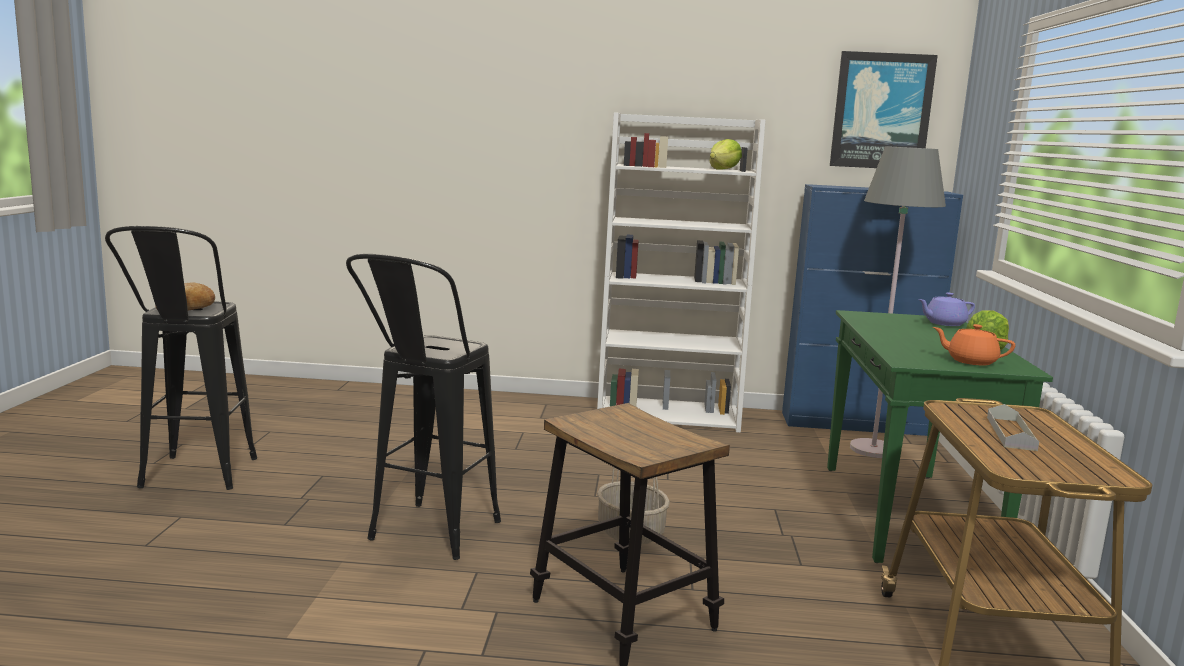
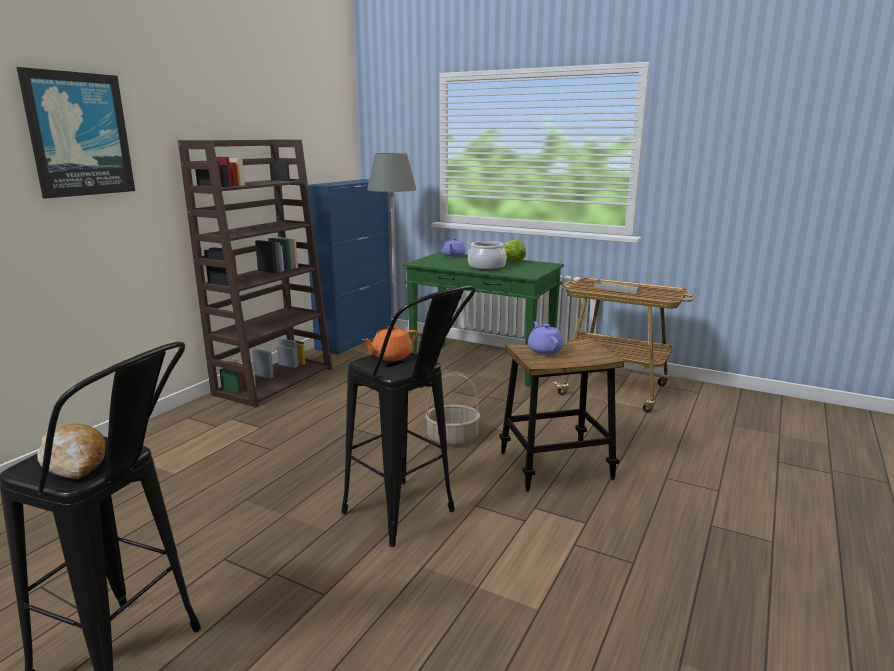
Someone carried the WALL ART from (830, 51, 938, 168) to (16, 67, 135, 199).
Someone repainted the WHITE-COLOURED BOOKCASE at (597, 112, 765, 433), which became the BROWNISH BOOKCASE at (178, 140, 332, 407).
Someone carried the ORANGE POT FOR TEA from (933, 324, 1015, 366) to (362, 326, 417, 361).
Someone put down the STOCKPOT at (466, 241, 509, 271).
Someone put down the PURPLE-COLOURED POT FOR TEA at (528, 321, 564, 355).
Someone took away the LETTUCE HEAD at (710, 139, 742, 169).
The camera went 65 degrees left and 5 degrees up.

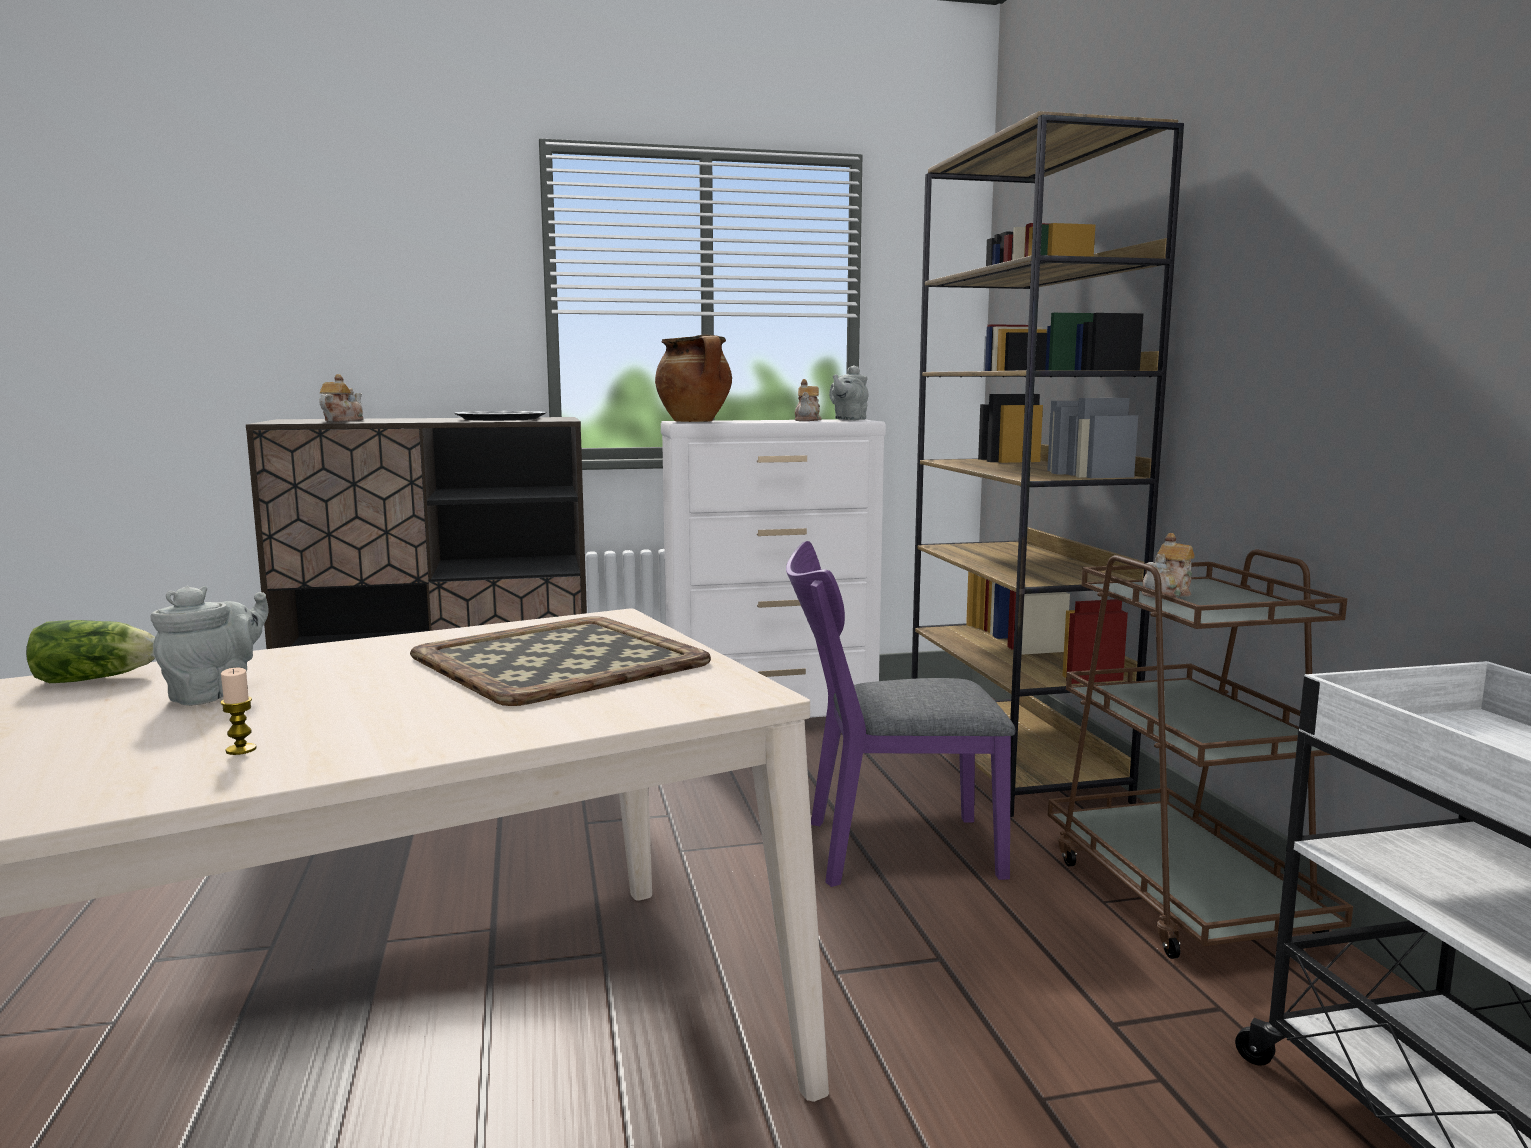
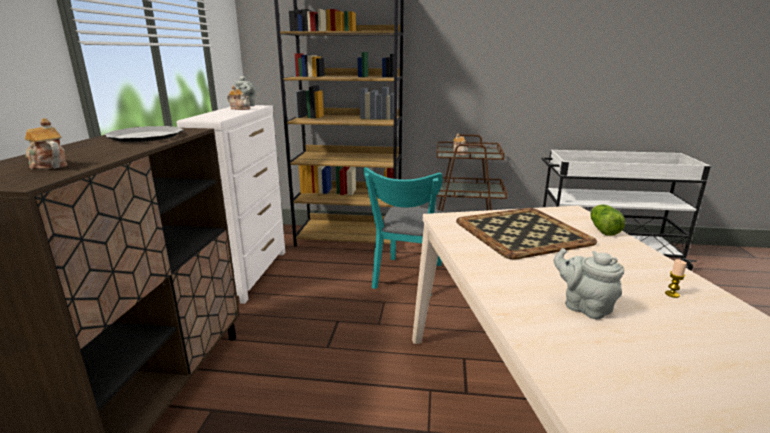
Someone repainted the PURPLE-COLOURED UPRIGHT CHAIR at (786, 541, 1015, 887), which became the TURQUOISE-COLOURED UPRIGHT CHAIR at (363, 167, 444, 289).
Someone carried the LETTUCE HEAD from (26, 620, 155, 683) to (591, 204, 625, 236).
Someone took away the STOCKPOT at (655, 334, 732, 422).
The camera went 70 degrees left and 10 degrees up.

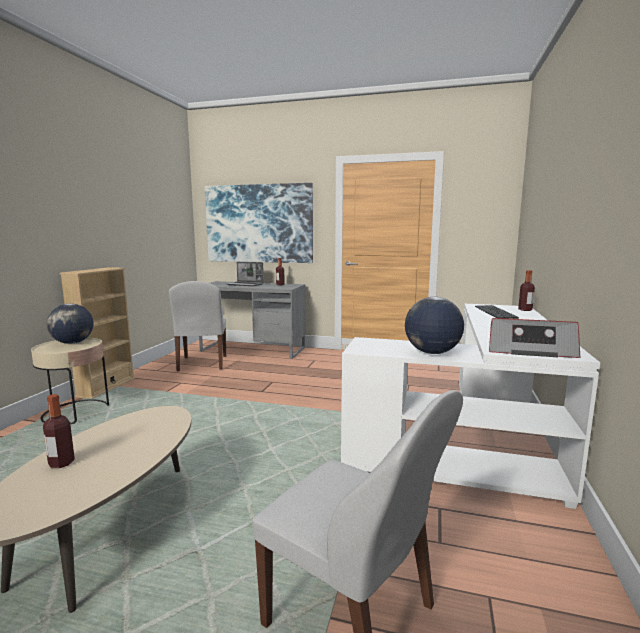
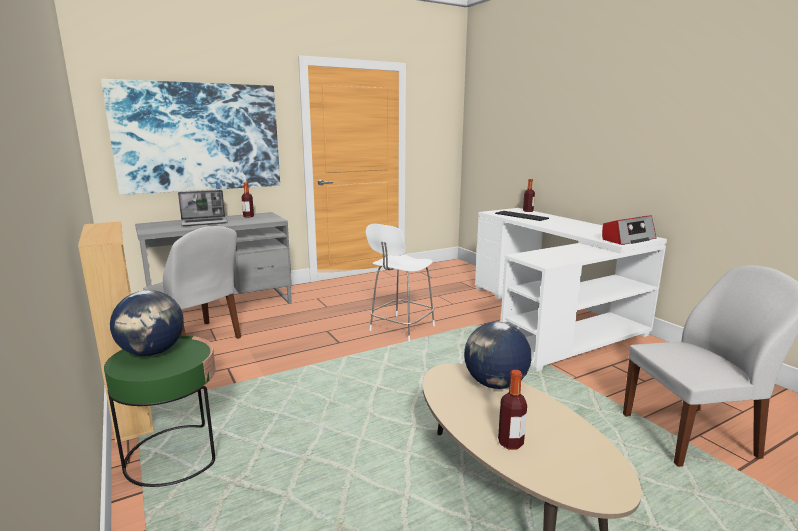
Someone repainted the BEIGE SIDE TABLE at (31, 338, 109, 424), which became the GREEN SIDE TABLE at (104, 335, 216, 487).
Someone put down the WHITE-COLOURED UPRIGHT CHAIR at (366, 224, 435, 342).
Someone carried the DESK GLOBE from (405, 297, 464, 354) to (464, 322, 531, 389).
The camera went 45 degrees left and 5 degrees up.

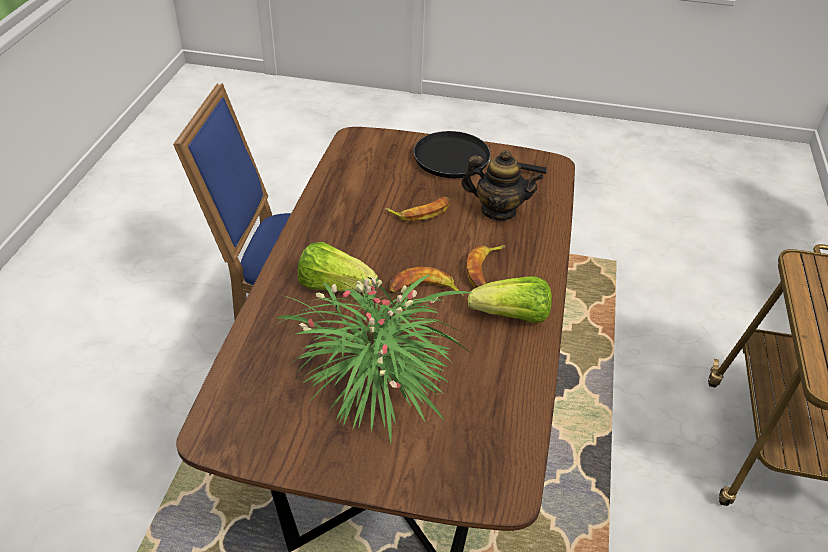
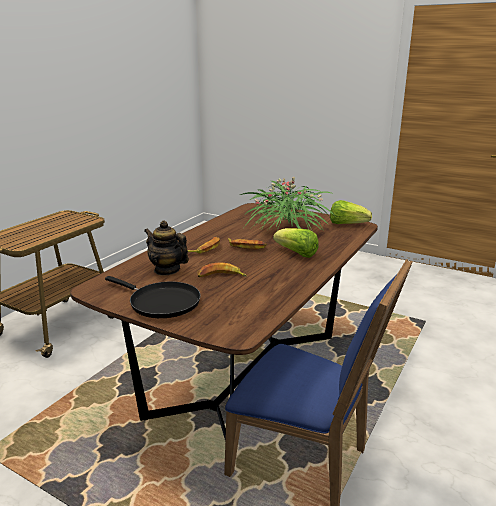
Someone carried the LETTUCE HEAD from (467, 276, 552, 323) to (330, 200, 372, 224).
The camera went 160 degrees left and 20 degrees down.

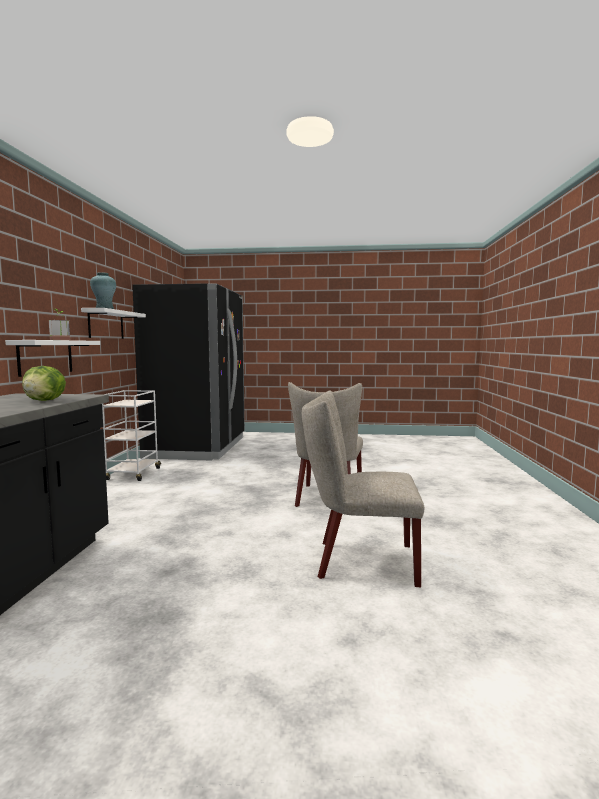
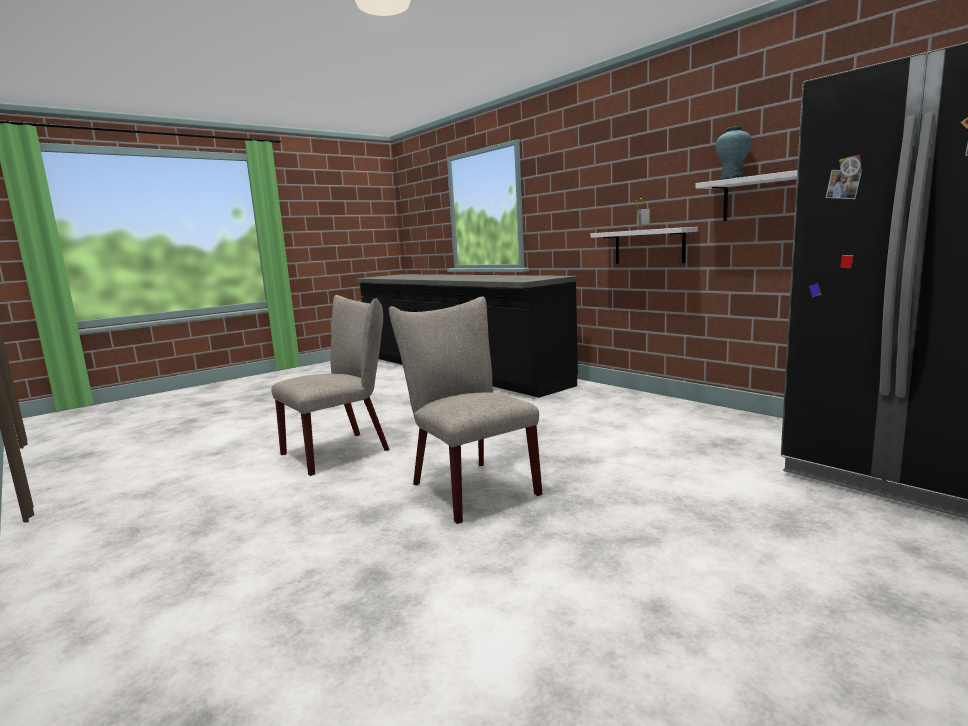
Someone took away the LETTUCE HEAD at (22, 366, 66, 401).
Someone took away the WHITE-COLOURED TROLLEY at (102, 390, 161, 481).
The camera went 135 degrees right and 5 degrees up.

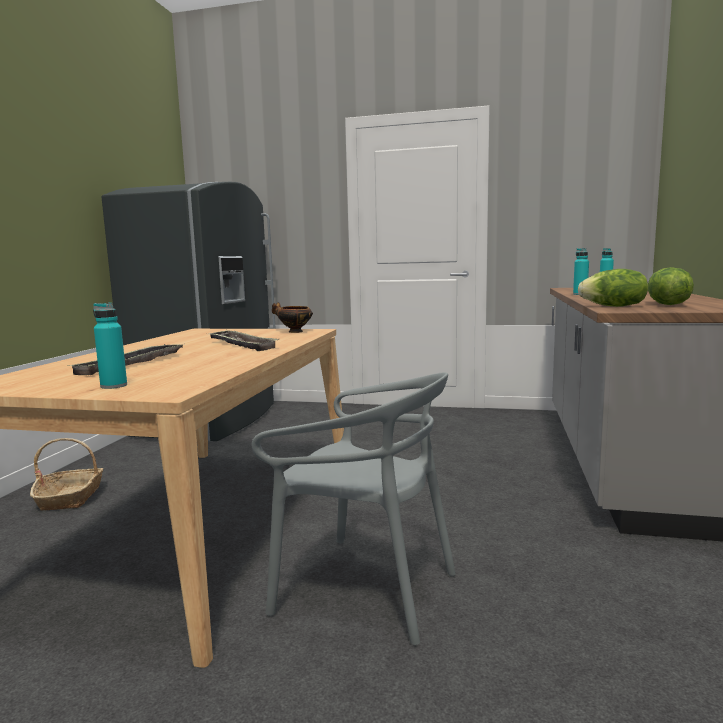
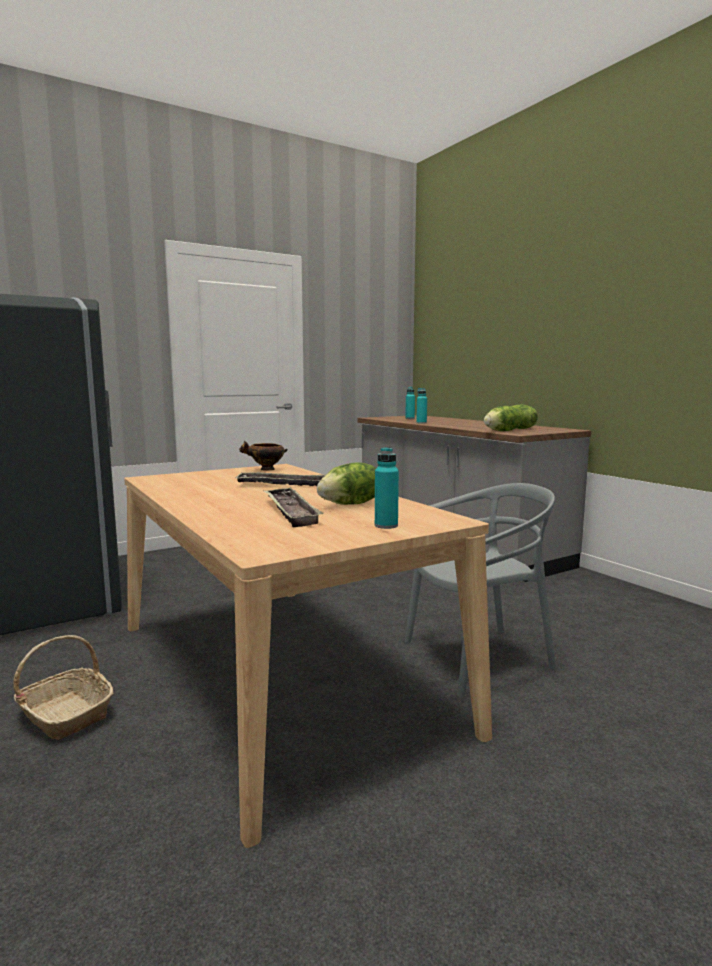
Someone put down the LETTUCE HEAD at (317, 462, 376, 505).
The camera went 45 degrees left and 0 degrees up.

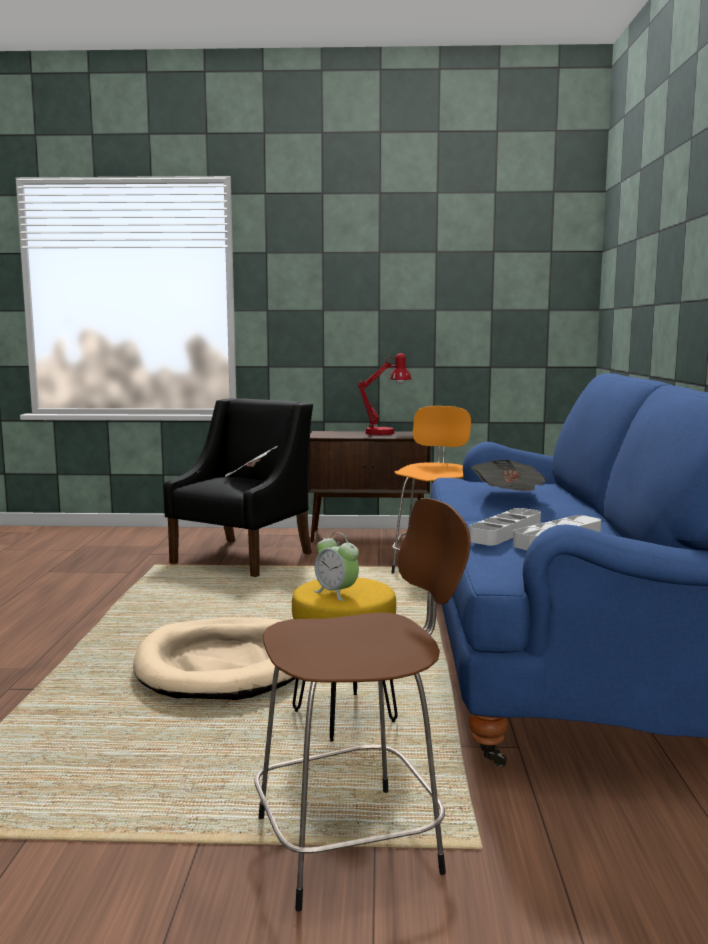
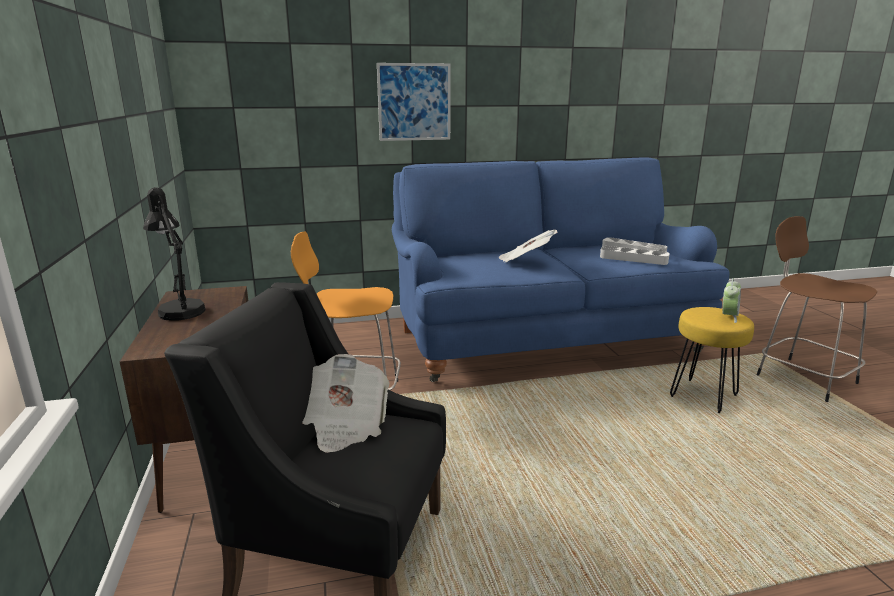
Someone repainted the RED TABLE LAMP at (358, 353, 411, 435), which became the BLACK-COLOURED TABLE LAMP at (143, 187, 206, 321).
Someone put up the WALL ART at (377, 63, 451, 141).
Someone took away the BEIGE DOG BED at (133, 617, 296, 700).
The camera went 105 degrees left and 10 degrees up.

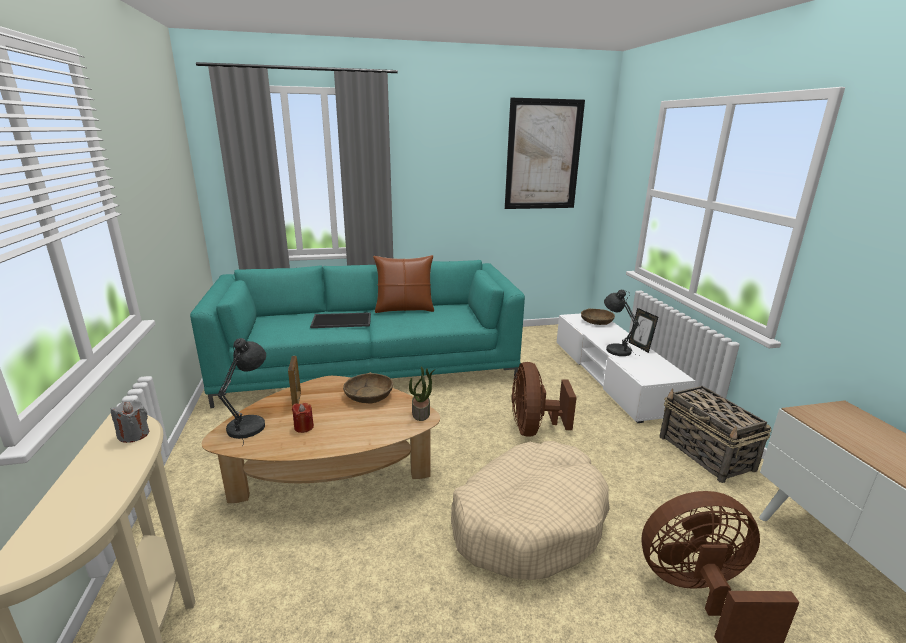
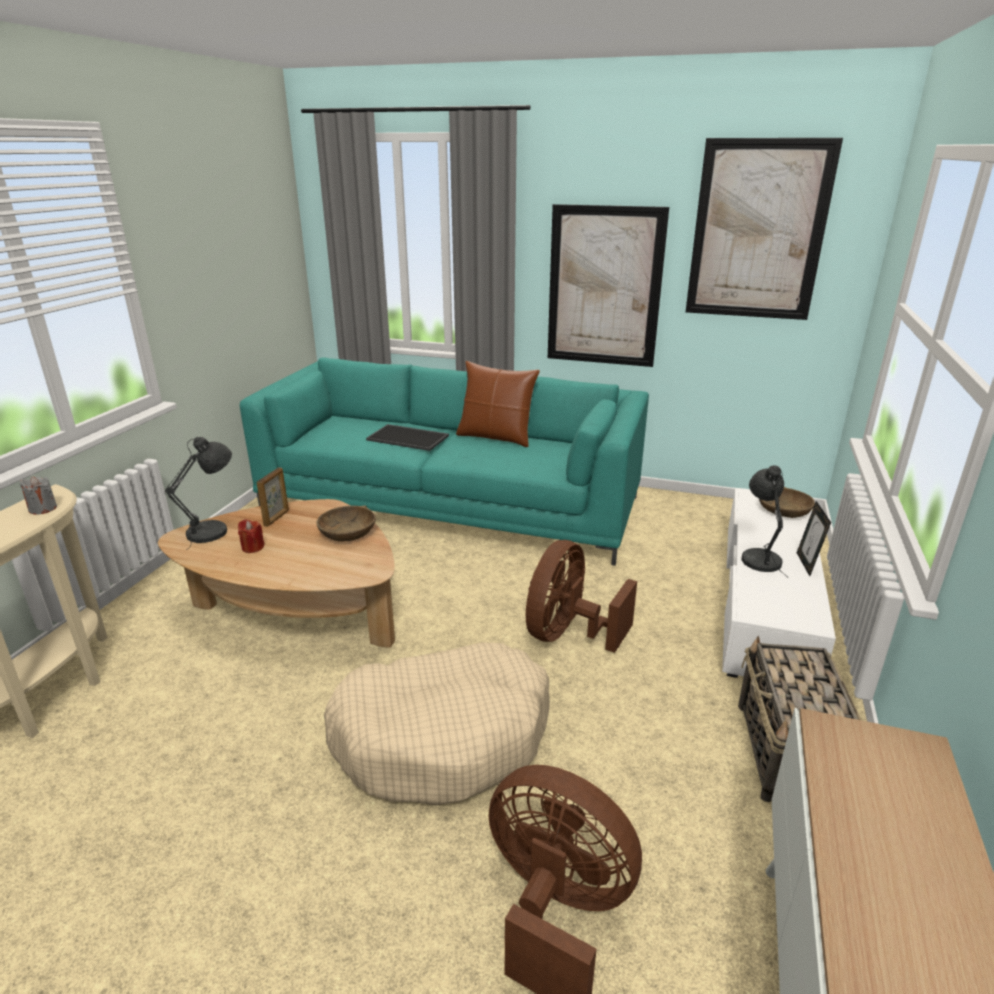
Someone put up the WALL ART at (548, 204, 669, 367).
Someone took away the PLANT IN A POT at (409, 367, 436, 421).
The camera went 30 degrees right and 5 degrees up.

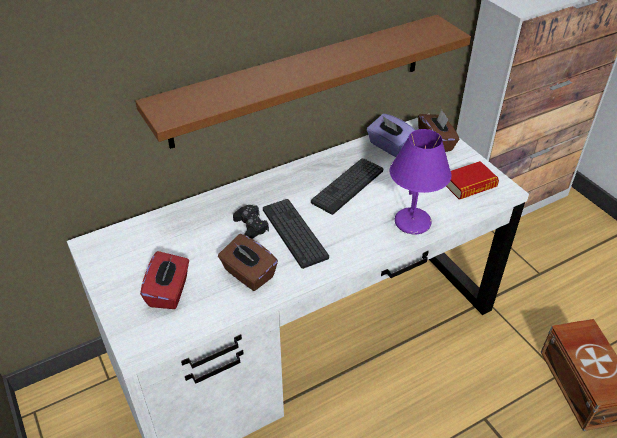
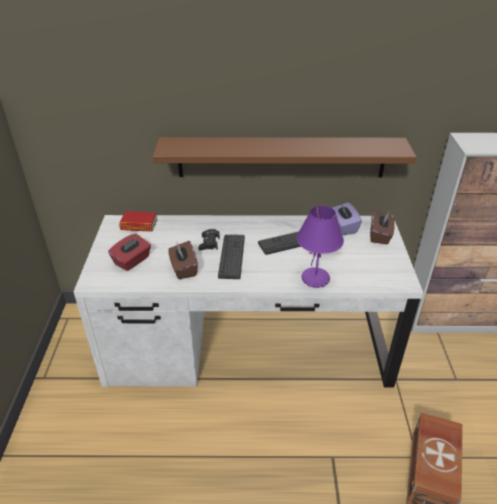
Someone carried the VOLUME from (446, 161, 499, 199) to (119, 211, 157, 232).
The camera went 30 degrees right and 5 degrees down.

